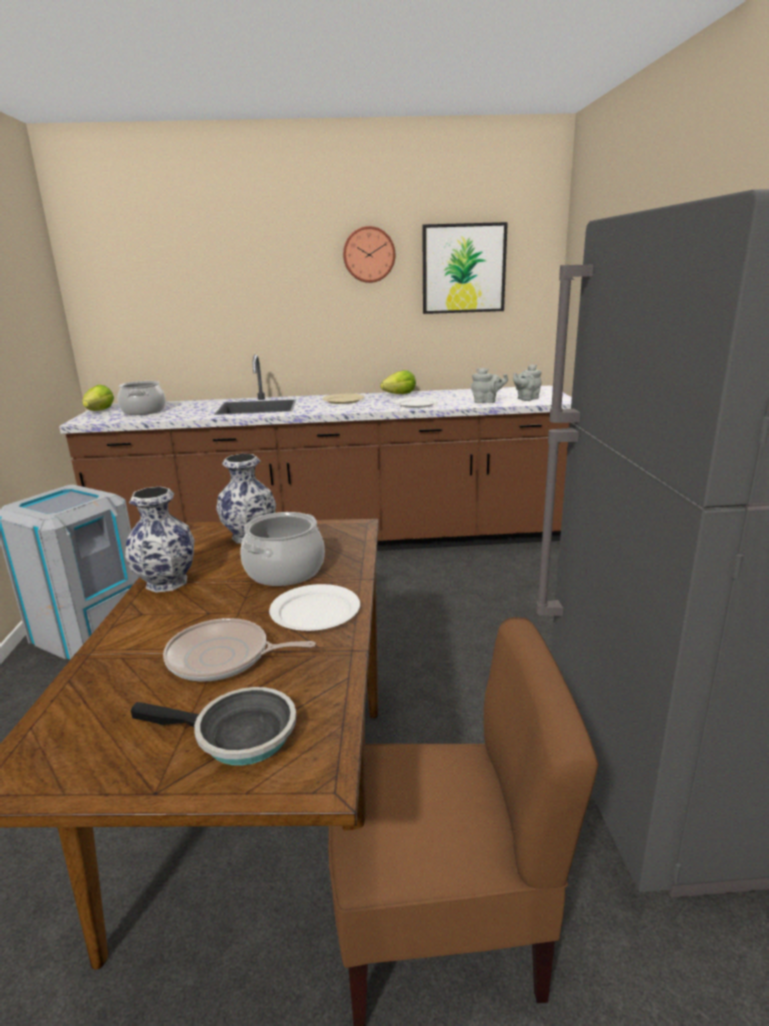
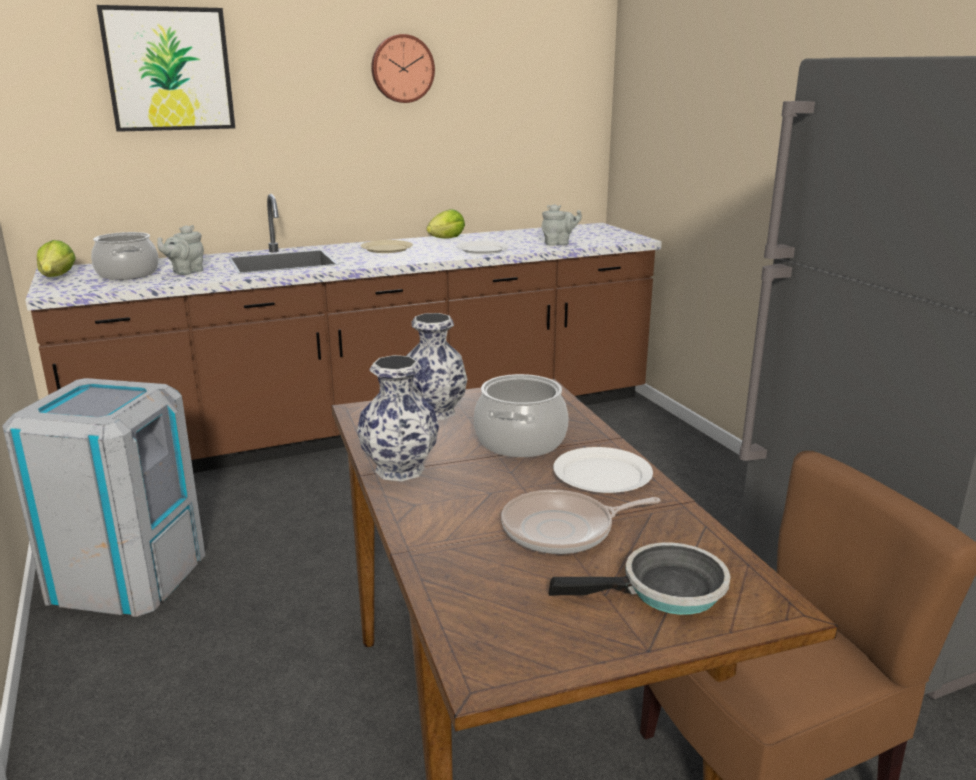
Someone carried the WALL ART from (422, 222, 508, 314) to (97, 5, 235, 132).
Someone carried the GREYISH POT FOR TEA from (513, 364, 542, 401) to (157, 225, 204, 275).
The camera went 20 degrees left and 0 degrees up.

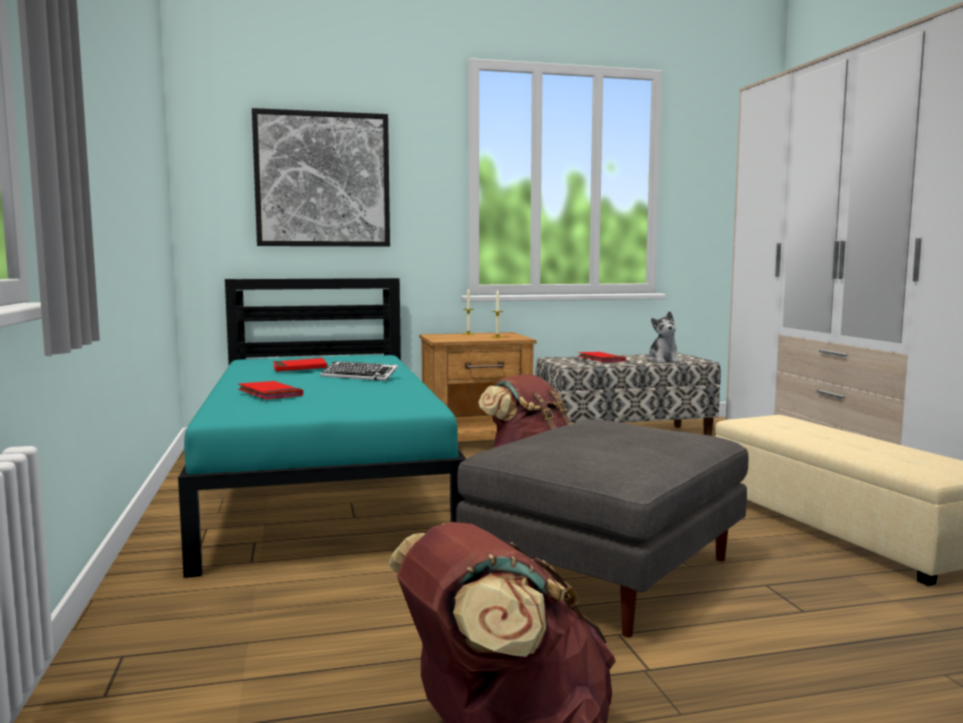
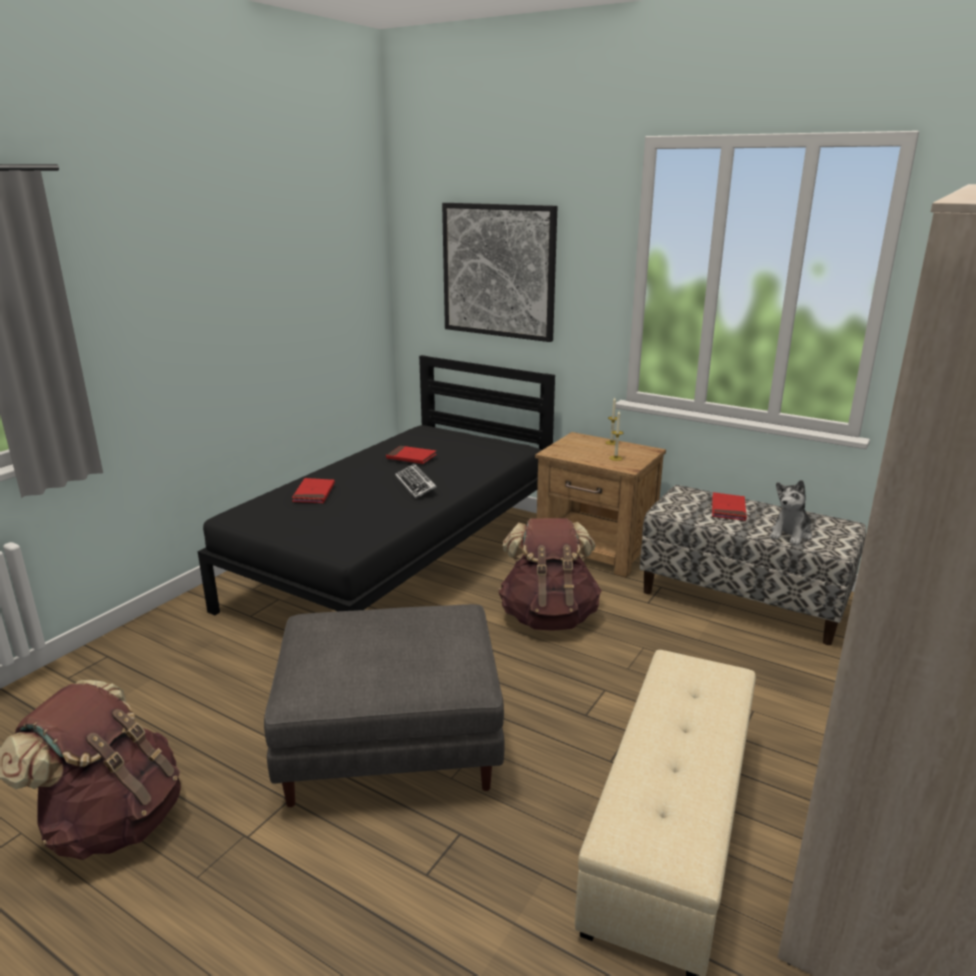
Someone repainted the TURQUOISE-COLOURED SLEEPING BED at (178, 278, 466, 578), which became the BLACK-COLOURED SLEEPING BED at (197, 355, 555, 615).
The camera went 45 degrees right and 15 degrees up.

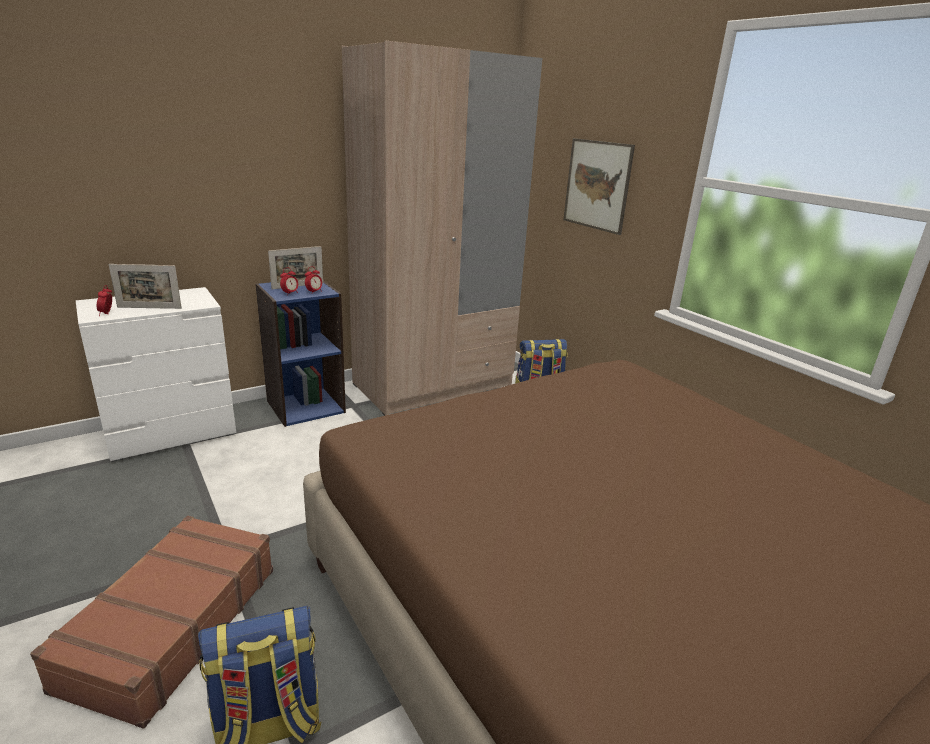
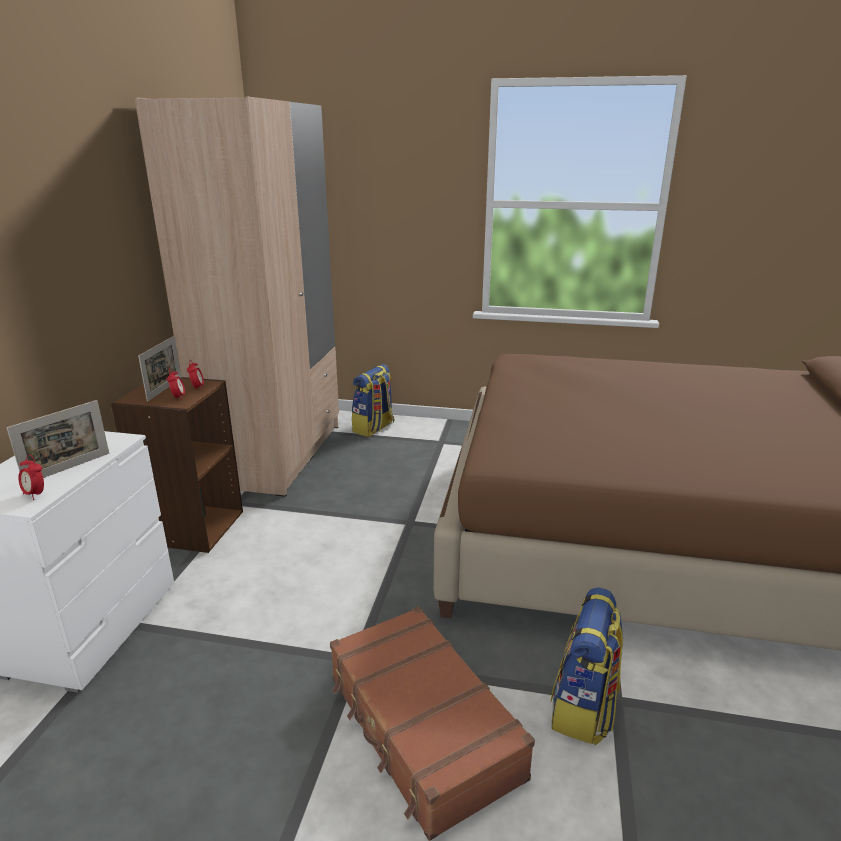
Someone repainted the BLUE BOOKCASE at (255, 281, 346, 427), which became the BROWNISH BOOKCASE at (111, 377, 243, 553).
Someone took away the WALL ART at (563, 138, 635, 235).
The camera went 45 degrees left and 0 degrees up.

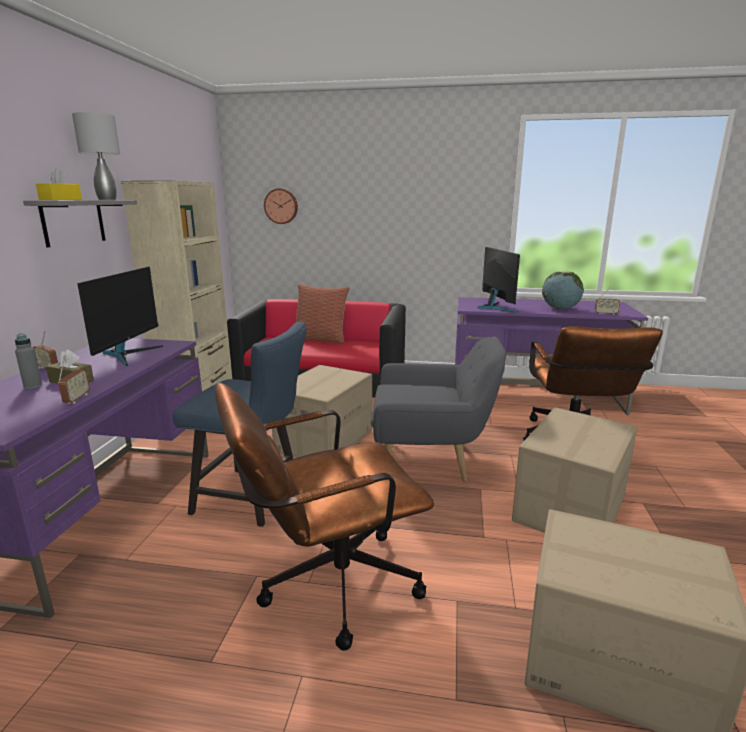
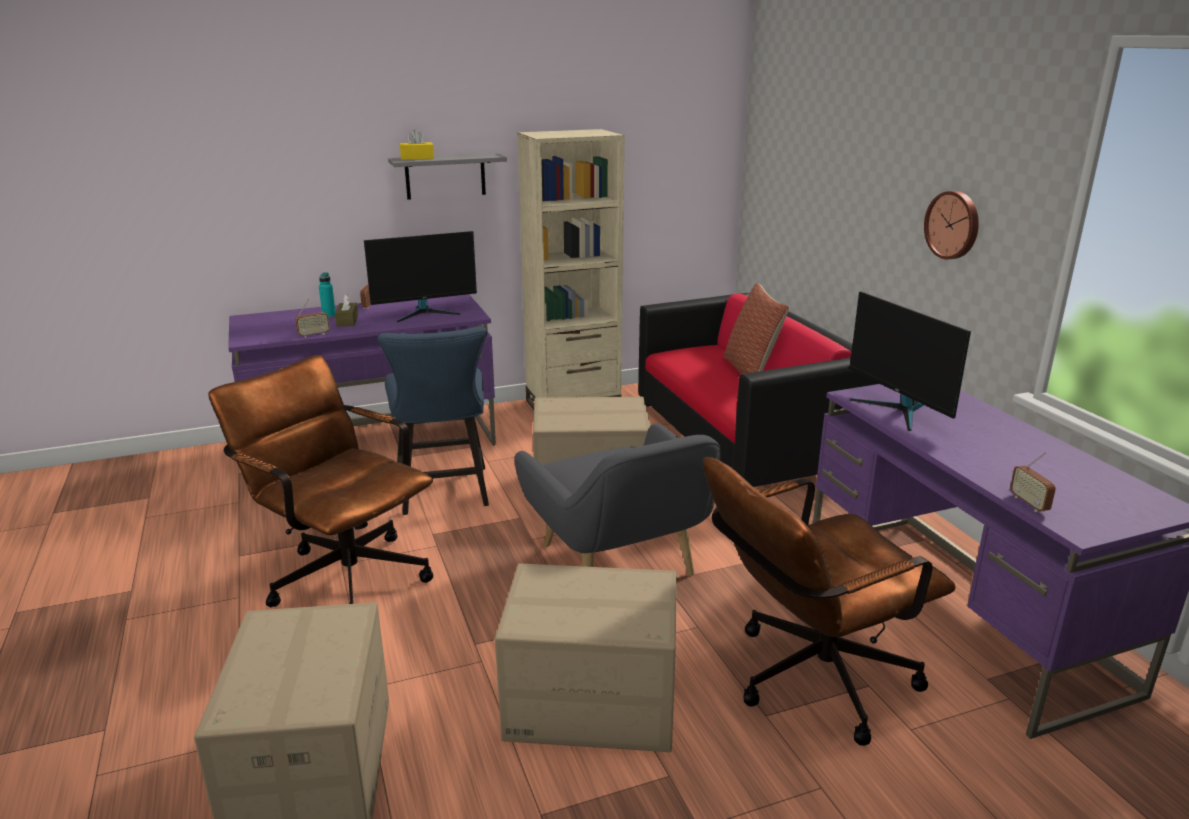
Someone repainted the GREYISH BOTTLE at (15, 333, 42, 389), which became the TURQUOISE-COLOURED BOTTLE at (319, 272, 335, 318).
Someone rotated the COMPUTER SCREEN at (478, 247, 520, 312) by 105 degrees clockwise.
Someone carried the HANGING CLOCK from (264, 188, 298, 224) to (924, 191, 979, 259).
Someone took away the GREYISH TABLE LAMP at (72, 112, 120, 200).
Someone took away the DESK GLOBE at (542, 271, 584, 310).
The camera went 60 degrees right and 5 degrees up.

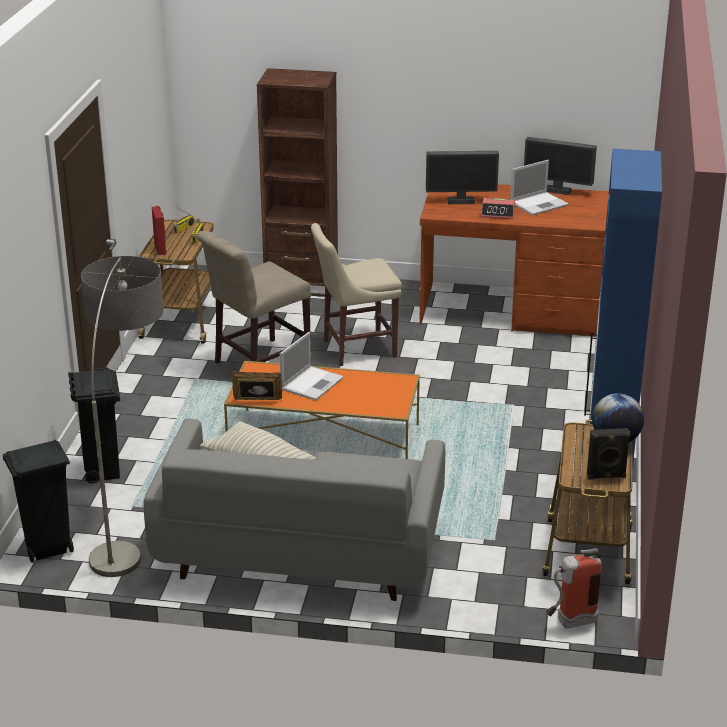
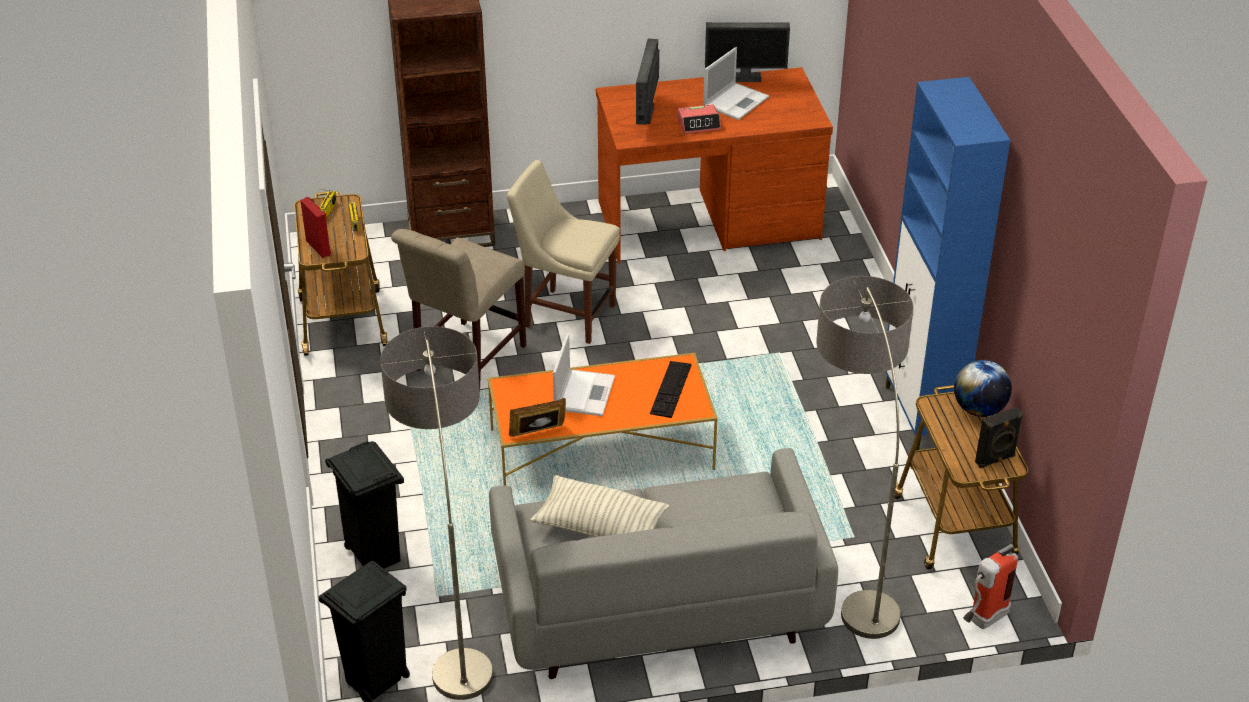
Someone rotated the BEIGE UPRIGHT CHAIR at (311, 223, 402, 366) by 60 degrees clockwise.
Someone rotated the COMPUTER SCREEN at (426, 151, 499, 204) by 120 degrees clockwise.
Someone put down the KEYBOARD at (650, 361, 692, 418).
Someone put down the STANDARD LAMP at (816, 276, 914, 639).
The camera went 20 degrees left and 10 degrees up.

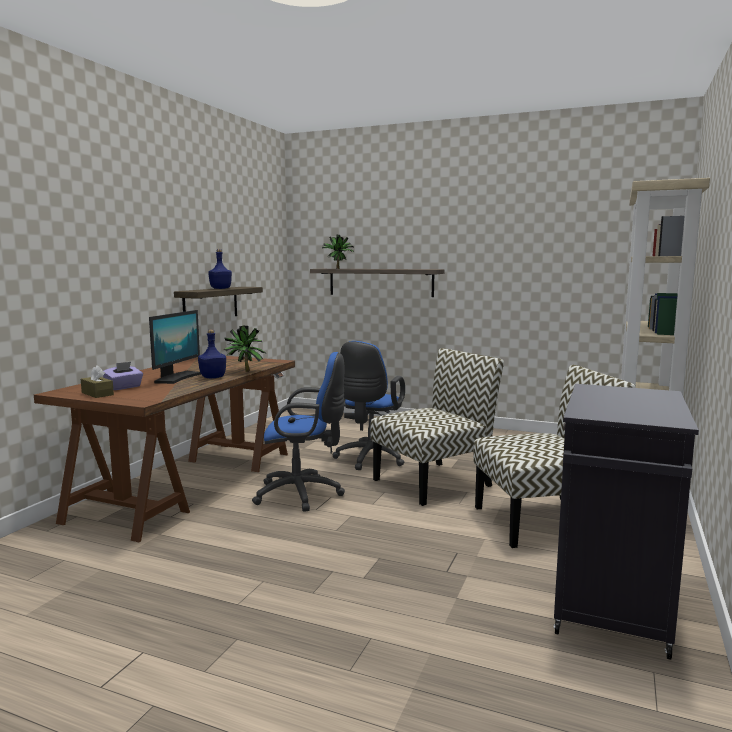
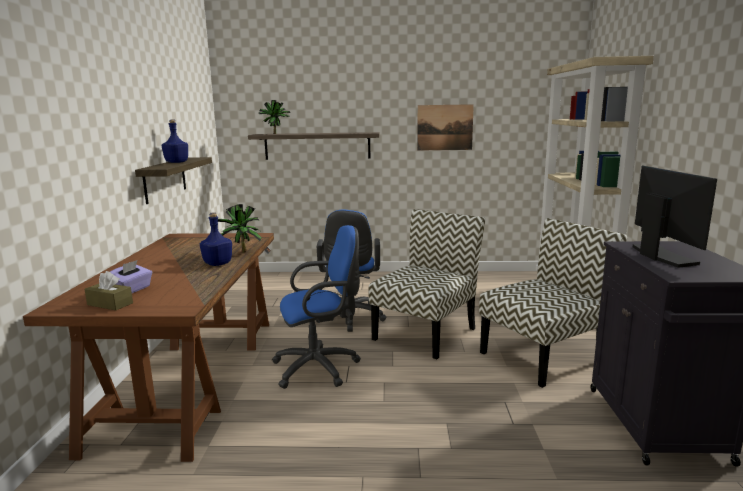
Someone put up the WALL ART at (417, 104, 474, 151).
Someone carried the COMPUTER SCREEN from (149, 310, 201, 384) to (633, 166, 717, 268).
The camera went 20 degrees left and 5 degrees up.

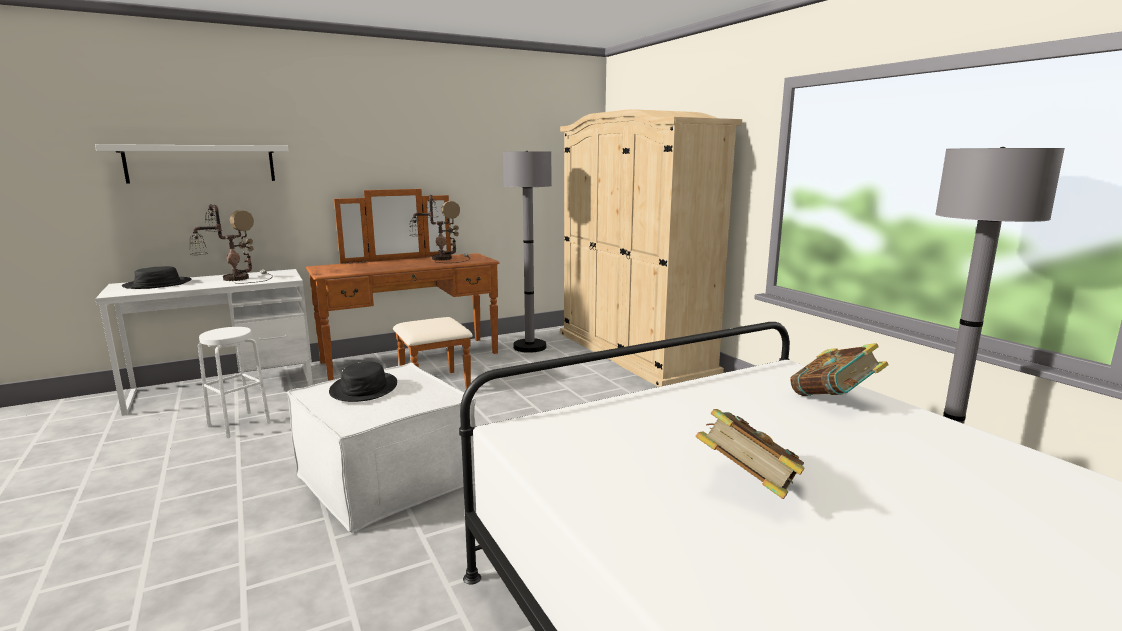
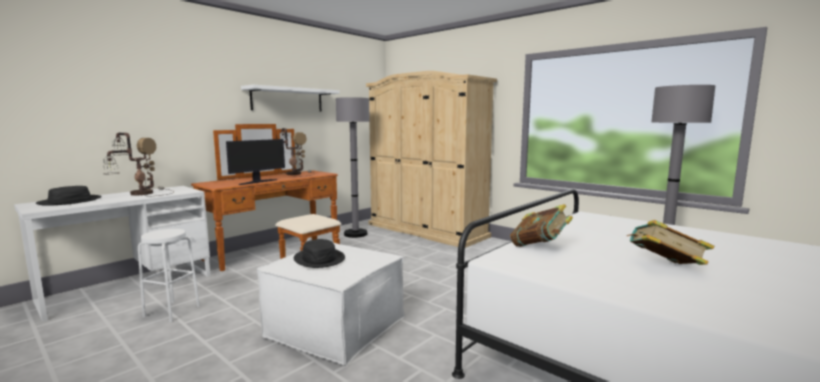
Someone put down the COMPUTER SCREEN at (226, 139, 285, 185).
Someone carried the WHITE-COLOURED SHELF from (95, 144, 288, 183) to (241, 85, 340, 112).
Someone carried the VOLUME from (790, 343, 889, 396) to (510, 204, 573, 247).
The camera went 20 degrees left and 5 degrees down.

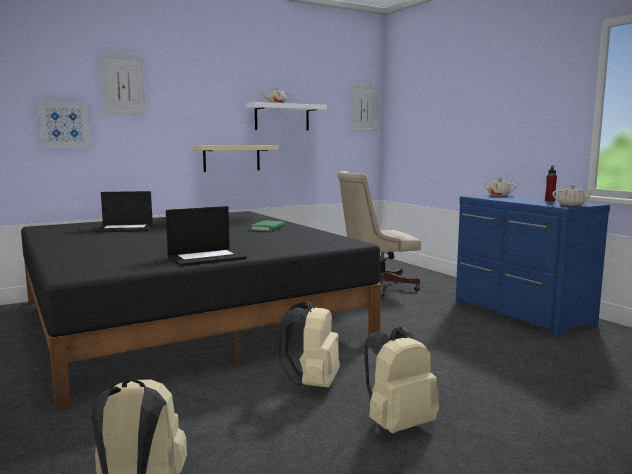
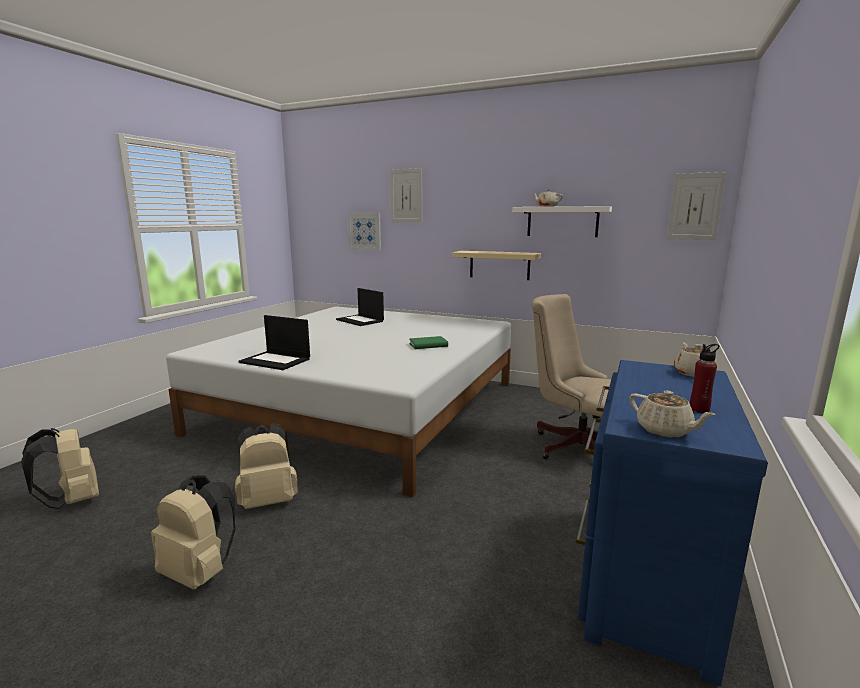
Someone repainted the BLACK-COLOURED SLEEPING BED at (21, 211, 381, 411), which became the WHITE-COLOURED SLEEPING BED at (166, 306, 511, 497).
The camera went 55 degrees right and 5 degrees up.

